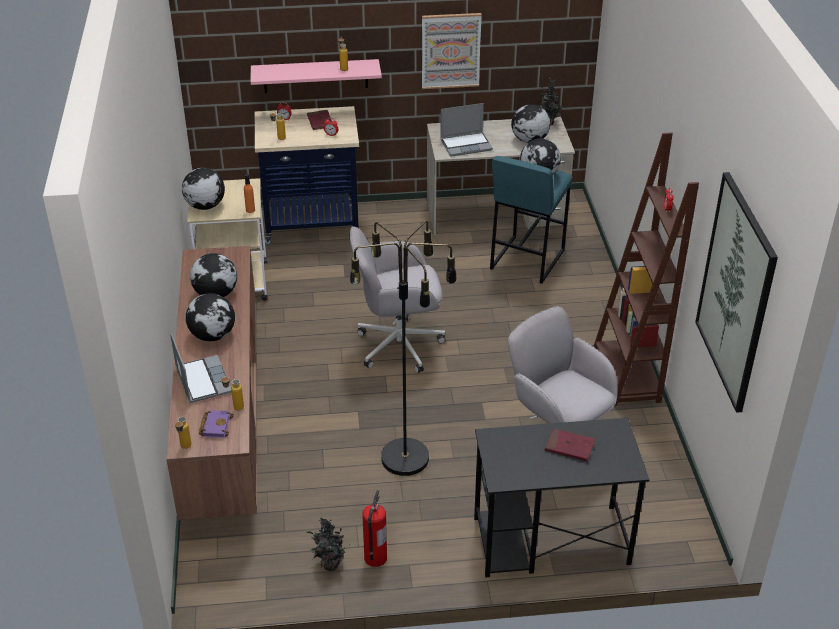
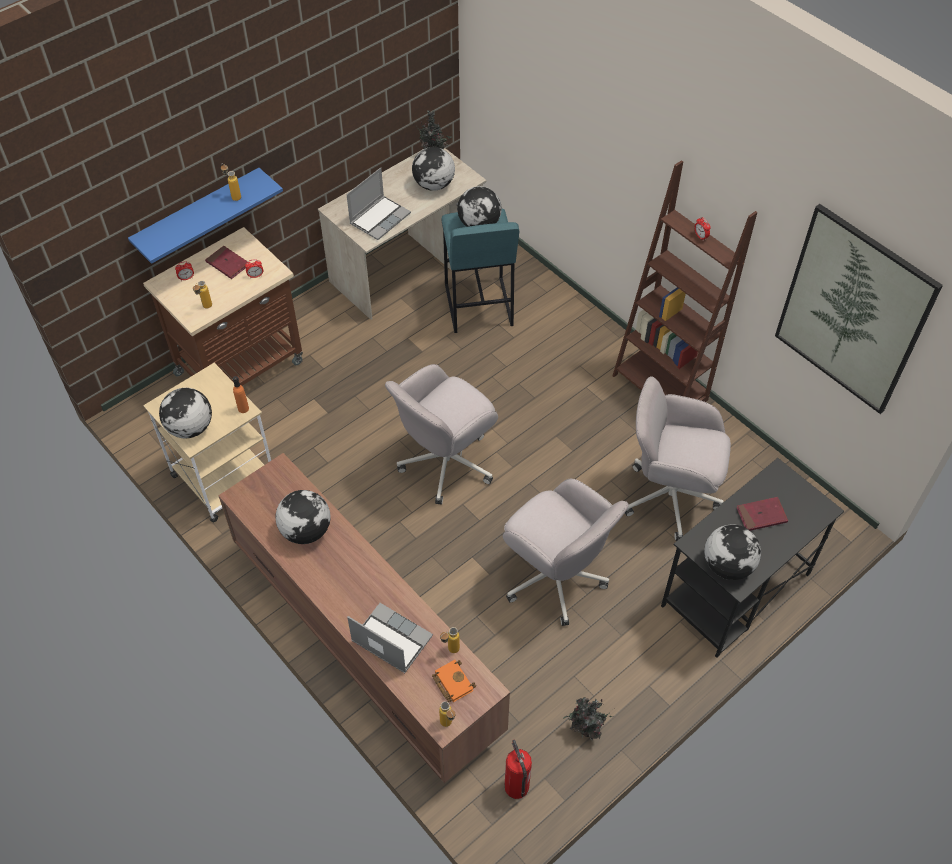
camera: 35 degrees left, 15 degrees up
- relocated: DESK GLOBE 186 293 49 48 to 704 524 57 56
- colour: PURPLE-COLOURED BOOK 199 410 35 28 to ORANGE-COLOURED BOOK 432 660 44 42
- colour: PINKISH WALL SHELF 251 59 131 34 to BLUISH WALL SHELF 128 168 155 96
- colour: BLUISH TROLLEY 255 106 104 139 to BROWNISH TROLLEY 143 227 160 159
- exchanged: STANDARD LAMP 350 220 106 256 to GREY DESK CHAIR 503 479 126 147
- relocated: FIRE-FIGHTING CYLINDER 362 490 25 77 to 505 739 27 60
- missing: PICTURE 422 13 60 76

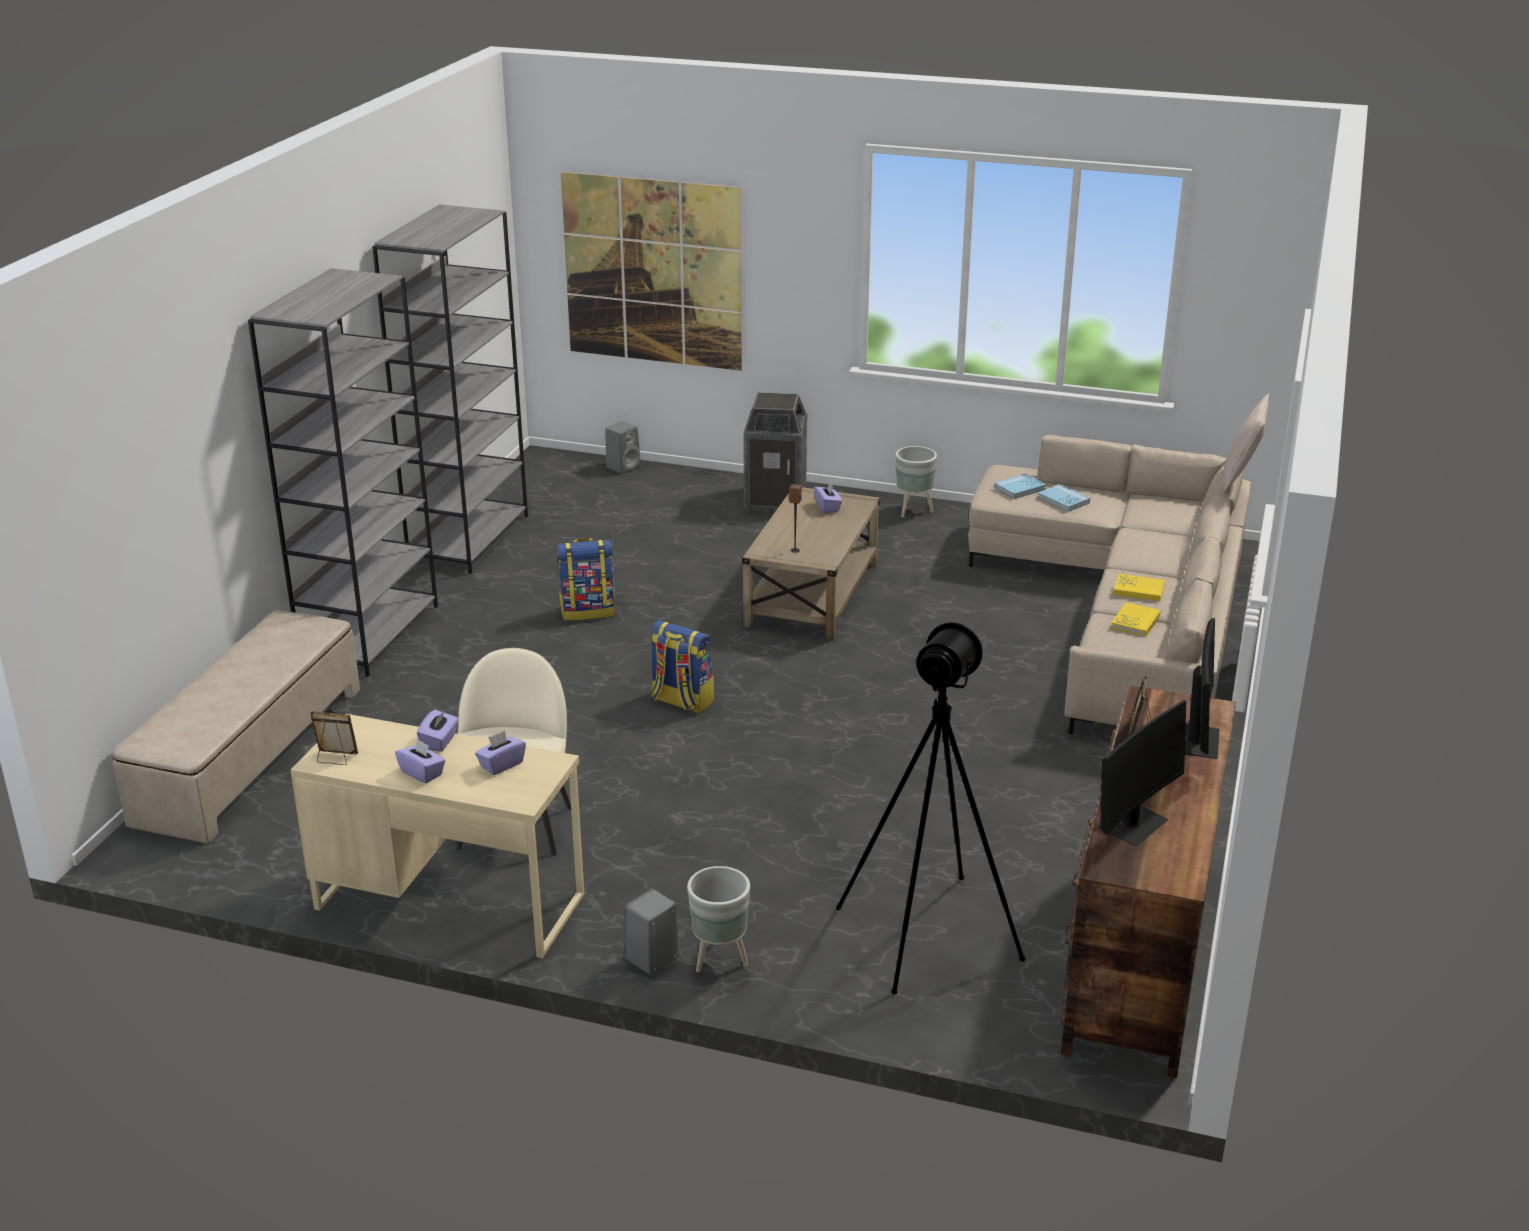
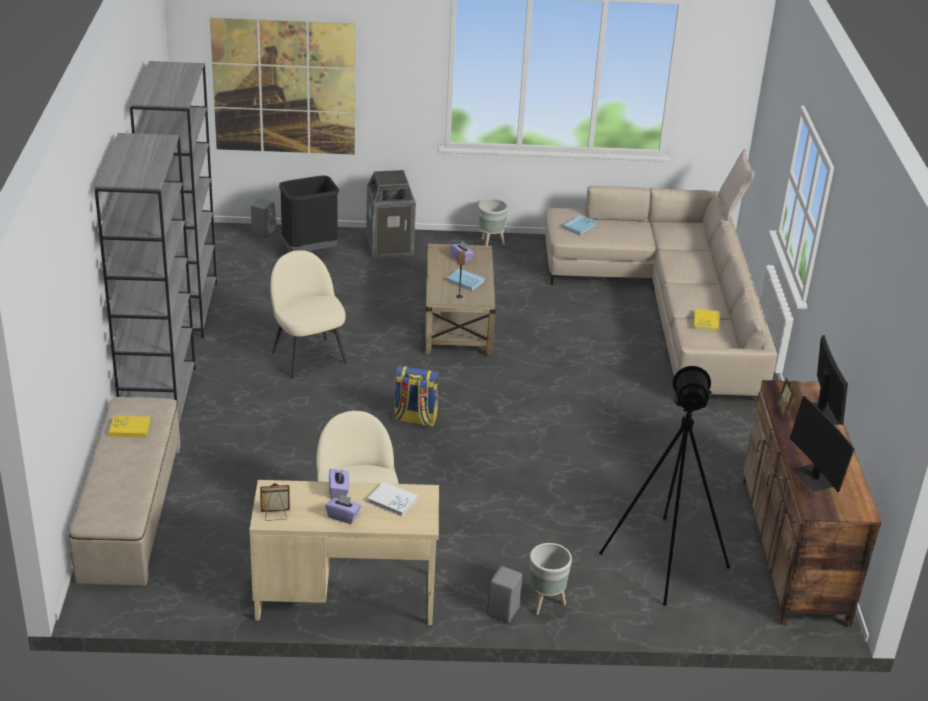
camera: 20 degrees left, 5 degrees up
- exchanged: PURPLE-COLOURED BOX OF TISSUES 475 731 51 44 to WHITE-COLOURED BOOK 367 482 51 35
- exchanged: BACKPACK 557 538 58 83 to SAND-COLOURED UPRIGHT CHAIR 270 250 77 129
- relocated: BLUISH BOOK 1037 484 53 28 to 446 268 39 23
- spun: MONITOR 1096 700 90 146 = 790 396 65 96 135 degrees clockwise
- relocated: YELLOW-COLOURED BOOK 1113 574 52 27 to 109 416 42 22
- appeared: BLACK RUBBISH BIN 279 176 60 76

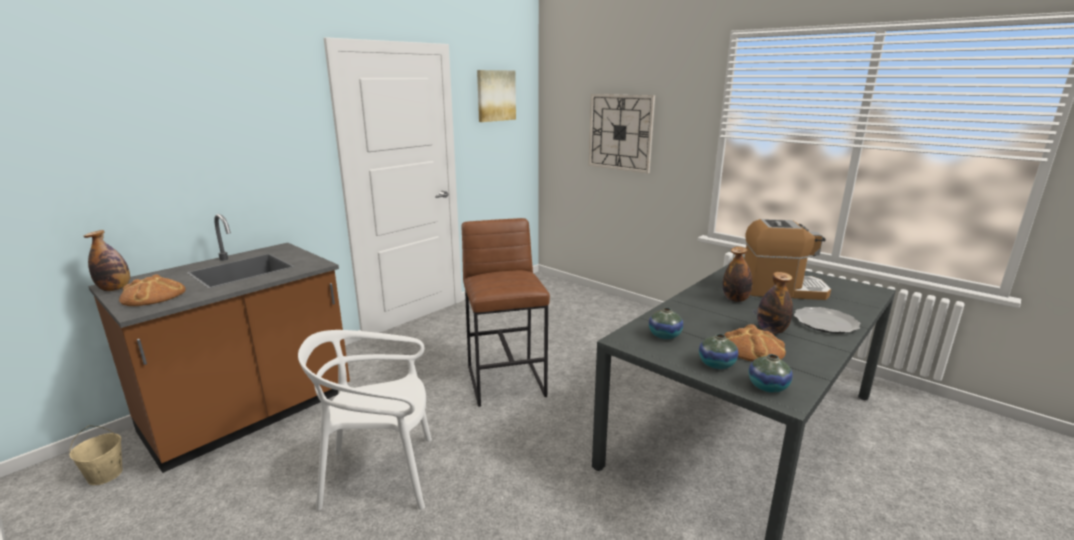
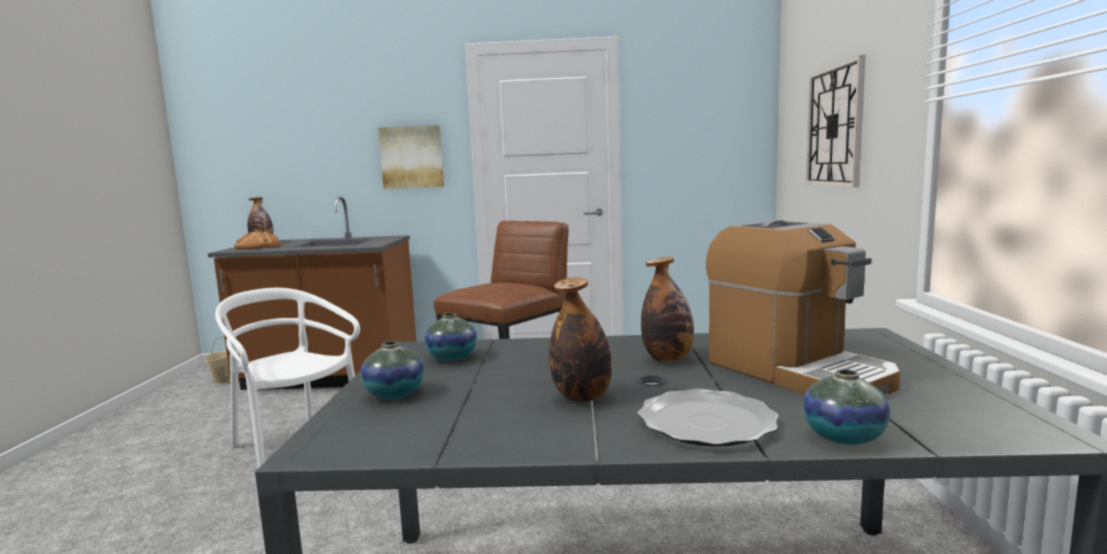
camera: 50 degrees right, 10 degrees down
- relocated: PICTURE 477 70 39 52 to 378 125 66 64
- missing: BAKERY BREAD 724 324 62 38
- relocated: FLOWER VASE 748 354 45 39 to 803 369 87 76

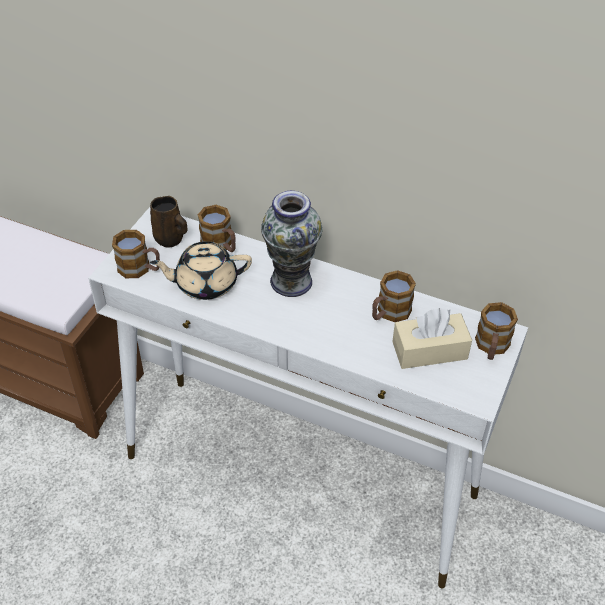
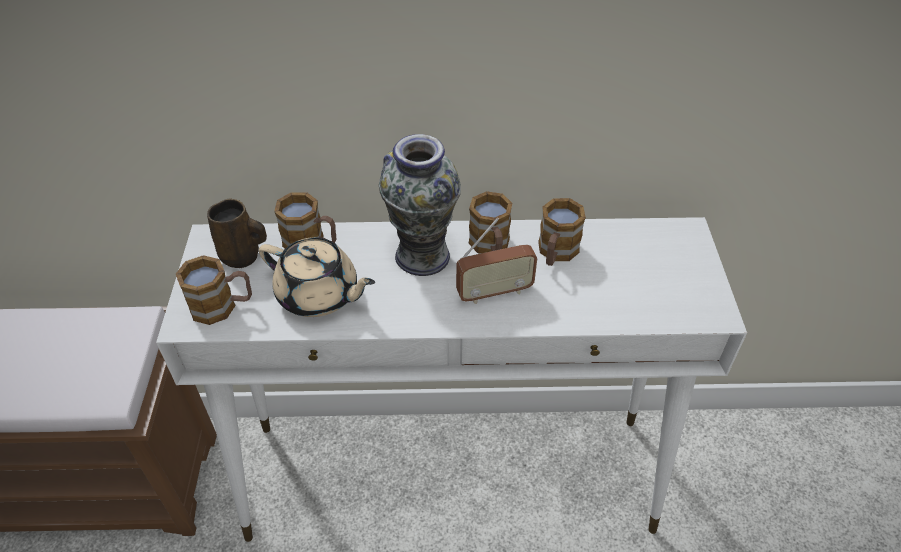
camera: 25 degrees left, 0 degrees up
- spun: SAND-COLOURED POT FOR TEA 150 241 102 59 = 259 237 116 80 120 degrees counterclockwise
- missing: SAND-COLOURED BOX OF TISSUES 392 308 80 61
- relocated: COFFEE MUG 475 302 43 58 to 468 191 44 63
- appeared: RADIO 456 217 81 87

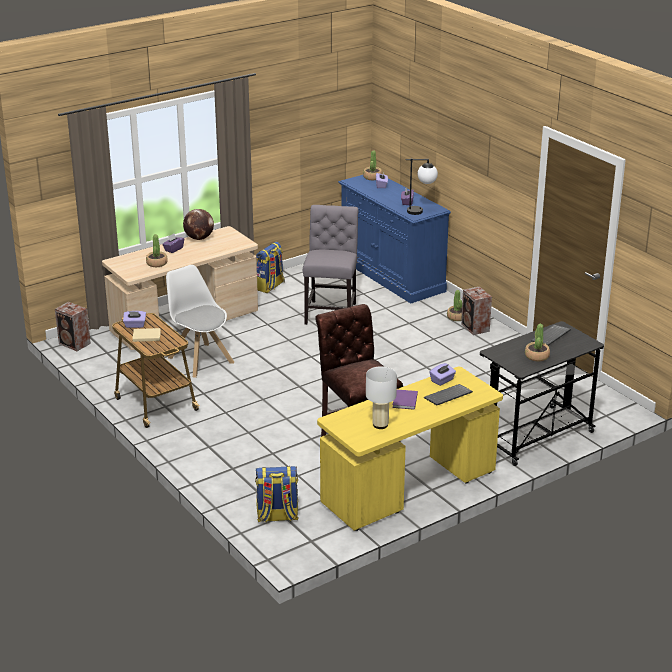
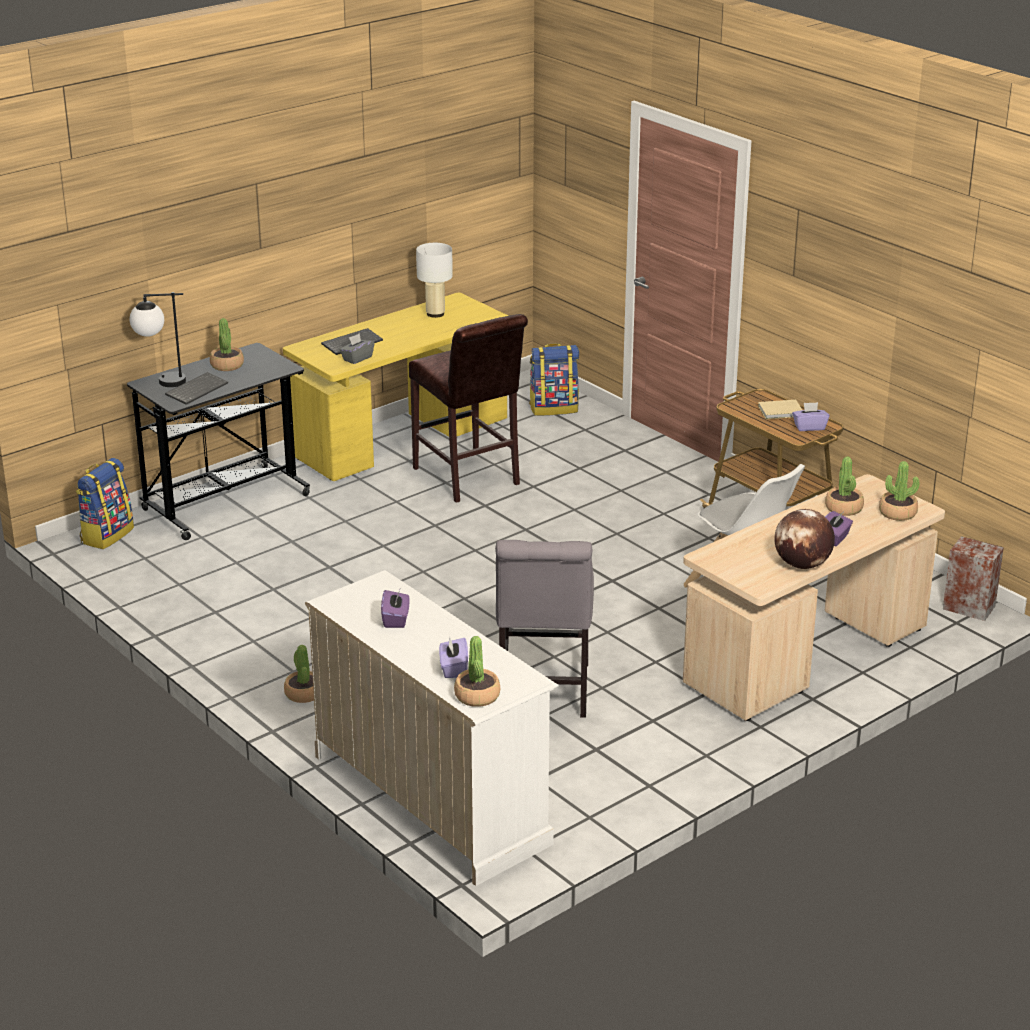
camera: 175 degrees right, 0 degrees up
- relocated: BACKPACK 256 242 29 51 to 76 458 58 91
- colour: BLUISH STORAGE CABINET 338 175 113 128 to WHITE-COLOURED STORAGE CABINET 305 570 254 316
- missing: PURPLE-COLOURED BOOK 393 390 25 20
- relocated: TABLE LAMP 406 158 32 57 to 130 292 56 95
- colour: PURPLE-COLOURED BOX OF TISSUES 430 363 26 23 to GREY BOX OF TISSUES 340 333 34 31
- missing: AUDIO SPEAKER 461 286 31 49
- appeared: HOUSEPLANT 879 461 41 60

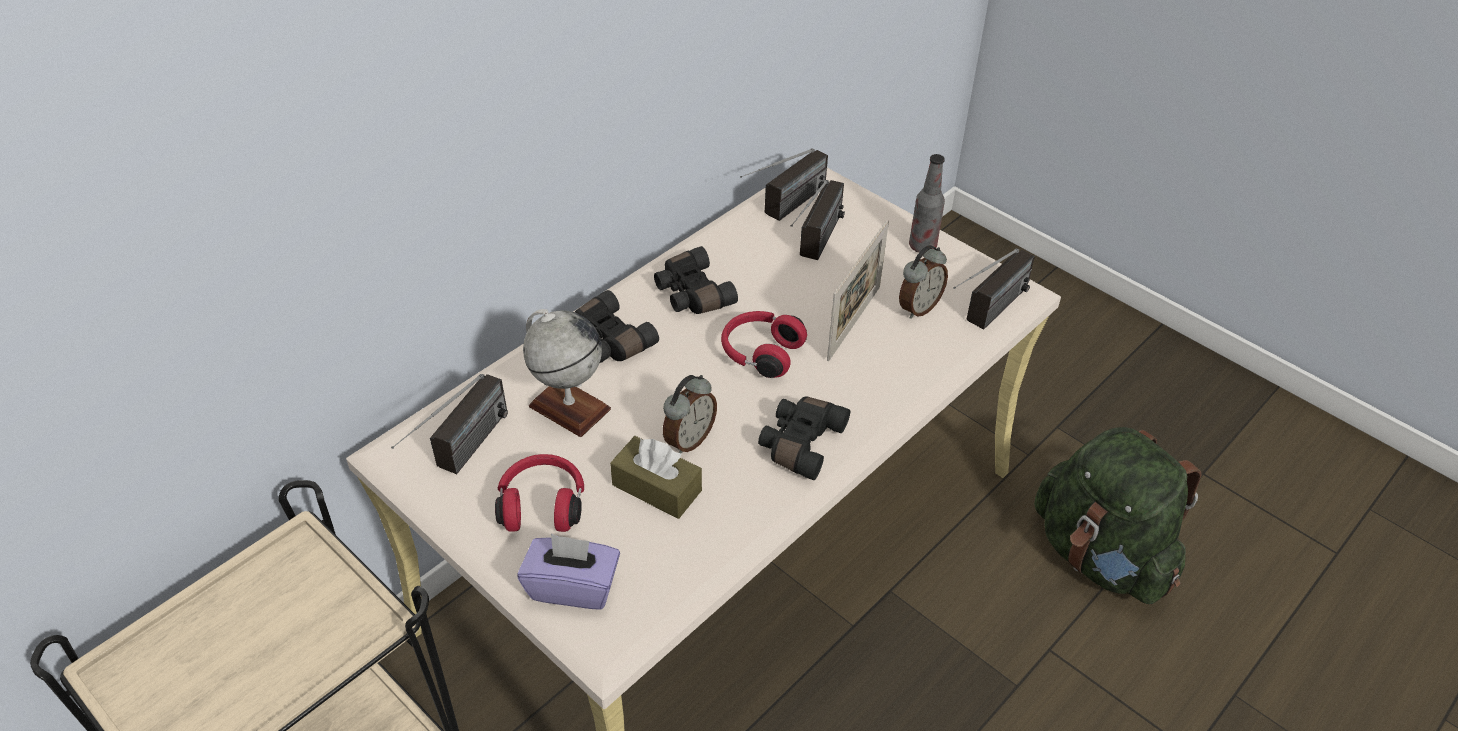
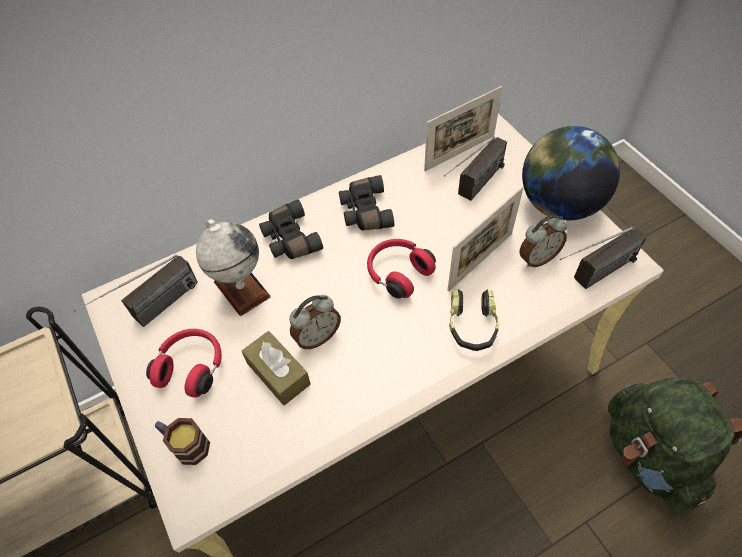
camera: 20 degrees right, 10 degrees up
- exchanged: PURPLE-COLOURED BOX OF TISSUES 517 534 103 76 to COFFEE MUG 155 418 55 47
- exchanged: RADIO 740 149 88 72 to PHOTO FRAME 424 86 79 85
- missing: BLACK PAIR OF BINOCULARS 758 396 92 84
- exchanged: BEVERAGE BOTTLE 909 154 36 99 to DESK GLOBE 522 126 98 94
- appeared: PAIR OF HEADPHONES 449 289 51 62

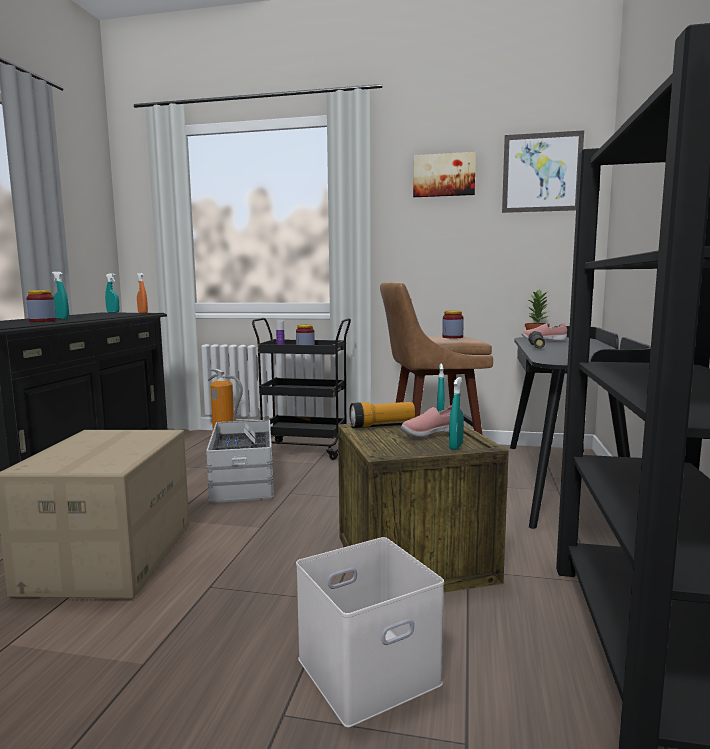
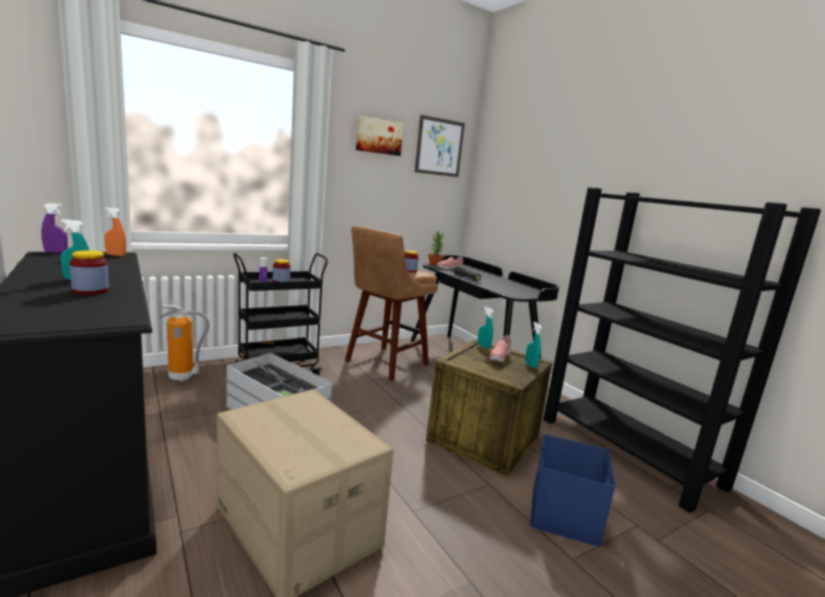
camera: 45 degrees left, 5 degrees up
- colour: TURQUOISE-COLOURED SPRAY BOTTLE 105 273 14 40 to PURPLE-COLOURED SPRAY BOTTLE 41 203 27 50
- colour: WHITE-COLOURED STORAGE BIN 296 537 148 191 to BLUISH STORAGE BIN 530 434 86 113
- missing: FLASHLIGHT 349 402 66 26

